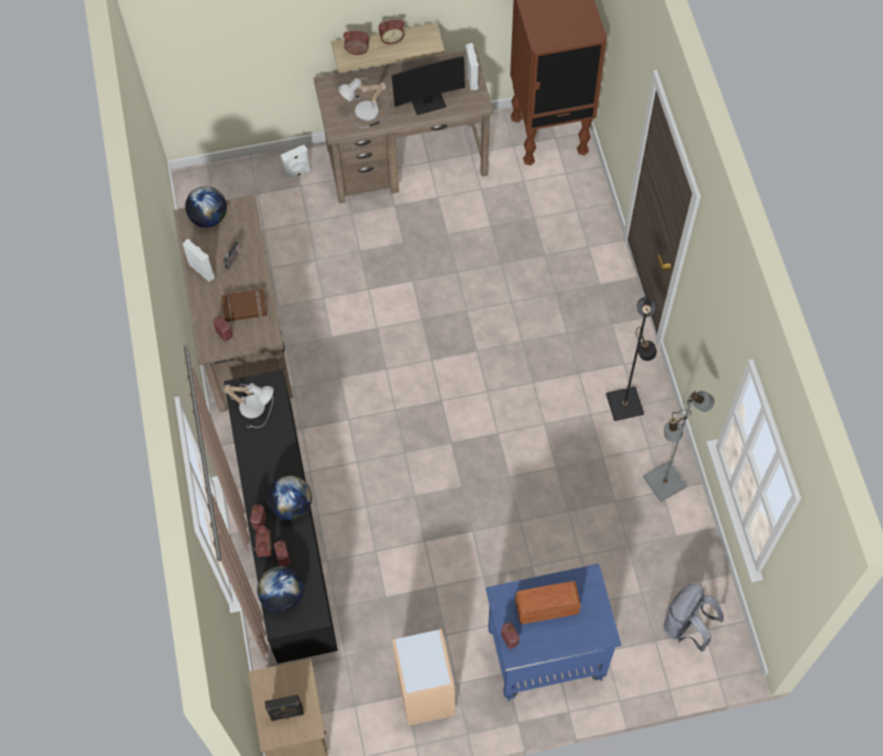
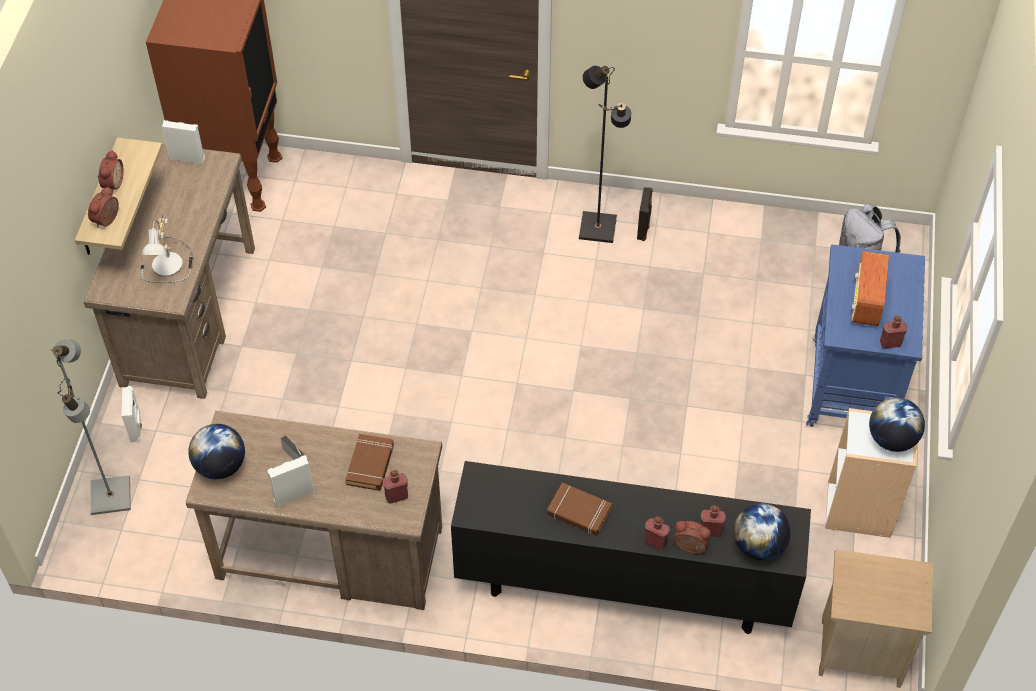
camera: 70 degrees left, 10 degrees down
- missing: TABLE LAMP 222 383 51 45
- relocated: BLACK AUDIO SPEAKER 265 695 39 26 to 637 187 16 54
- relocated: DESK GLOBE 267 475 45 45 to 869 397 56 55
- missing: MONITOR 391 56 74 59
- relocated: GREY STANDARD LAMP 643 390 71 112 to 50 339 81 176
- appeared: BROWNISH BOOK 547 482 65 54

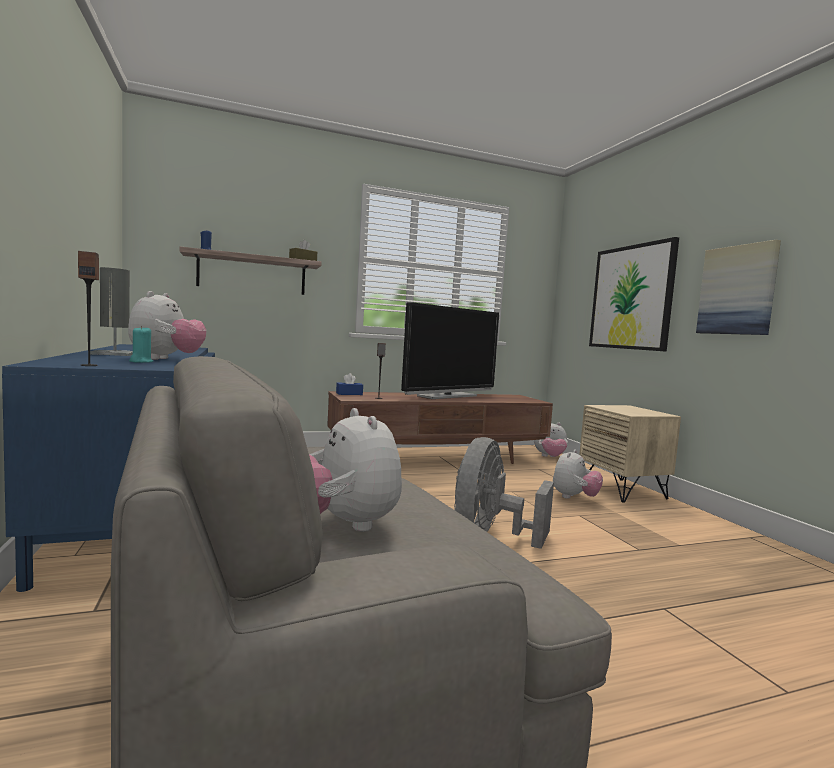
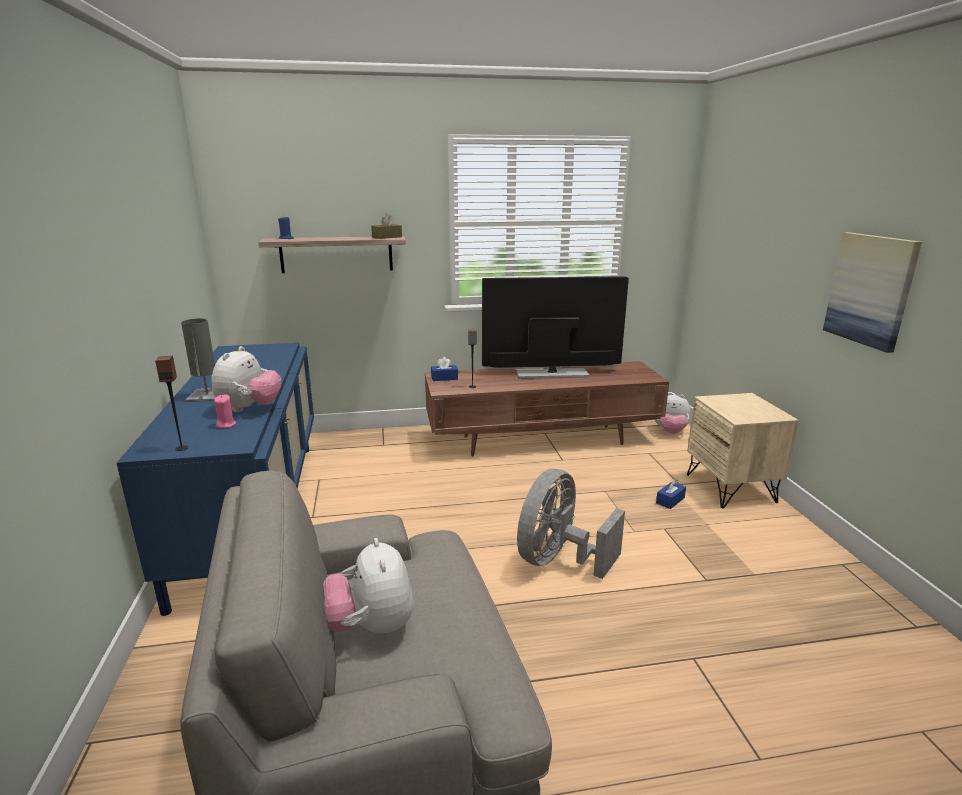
camera: 10 degrees right, 15 degrees up
- colour: TURQUOISE-COLOURED WAX LIGHT 129 326 24 37 to PINKISH WAX LIGHT 214 395 22 33
- spun: TELEVISION 401 302 98 97 = 482 276 147 103 150 degrees counterclockwise
- exchanged: CUDDLY TOY 553 449 50 50 to BLUISH BOX OF TISSUES 656 478 30 31
- missing: PICTURE 589 237 90 115

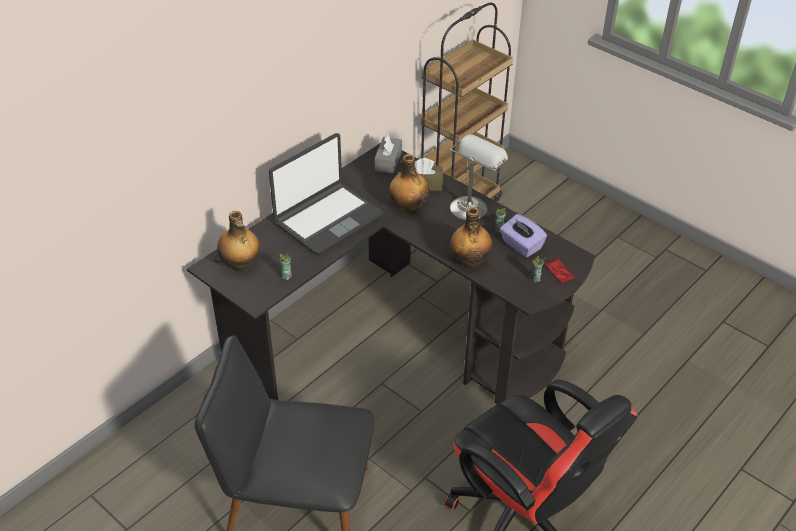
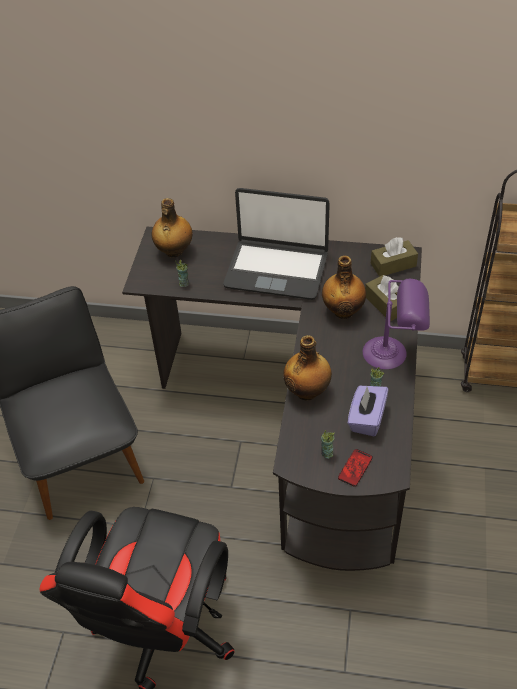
camera: 60 degrees right, 5 degrees up
- colour: GREY BOX OF TISSUES 375 135 27 39 to BROWNISH BOX OF TISSUES 371 237 47 40
- colour: WHITE-COLOURED TABLE LAMP 450 134 58 86 to PURPLE-COLOURED TABLE LAMP 363 279 67 90

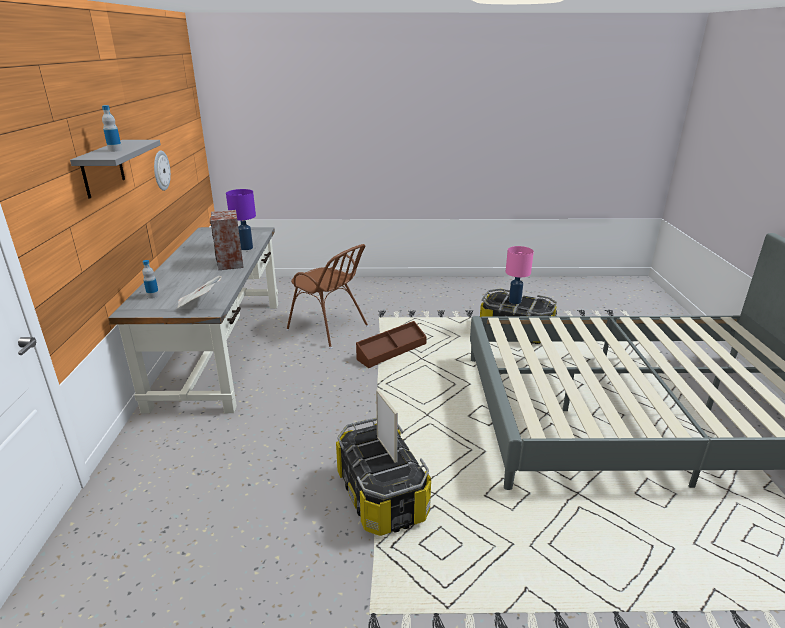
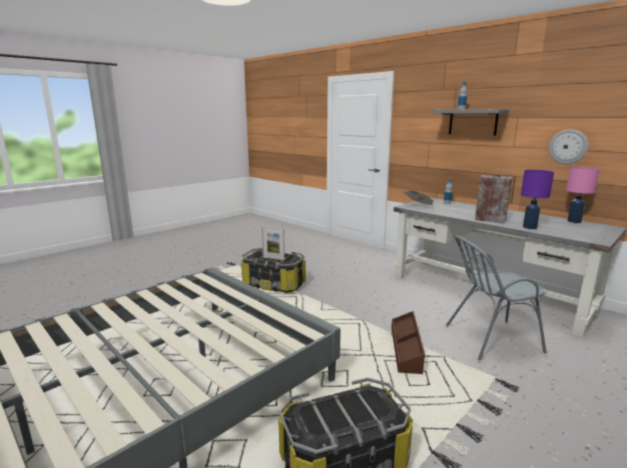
camera: 135 degrees right, 10 degrees down
- colour: BROWNISH UPRIGHT CHAIR 286 244 83 105 to GREY UPRIGHT CHAIR 445 235 102 128
- relocated: PINKISH TABLE LAMP 506 246 28 58 to 566 167 34 56

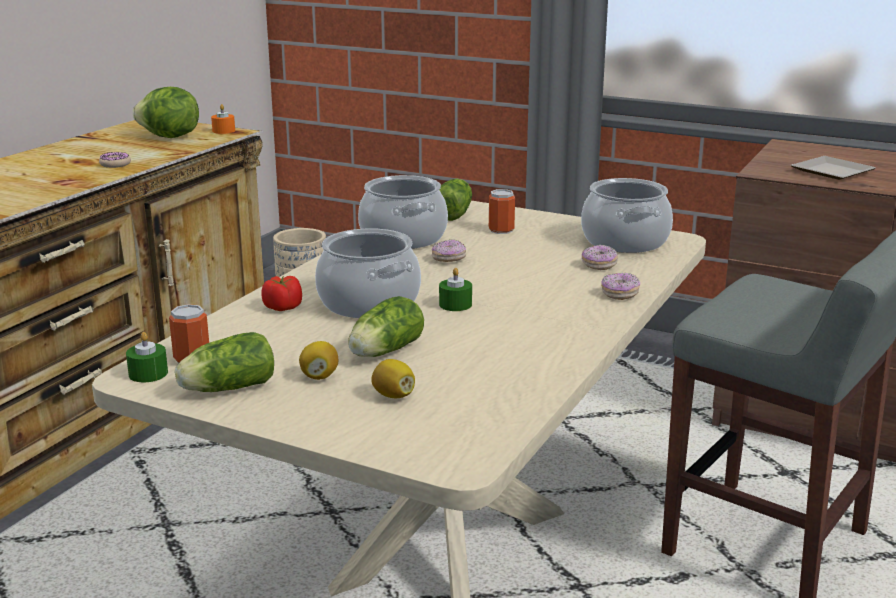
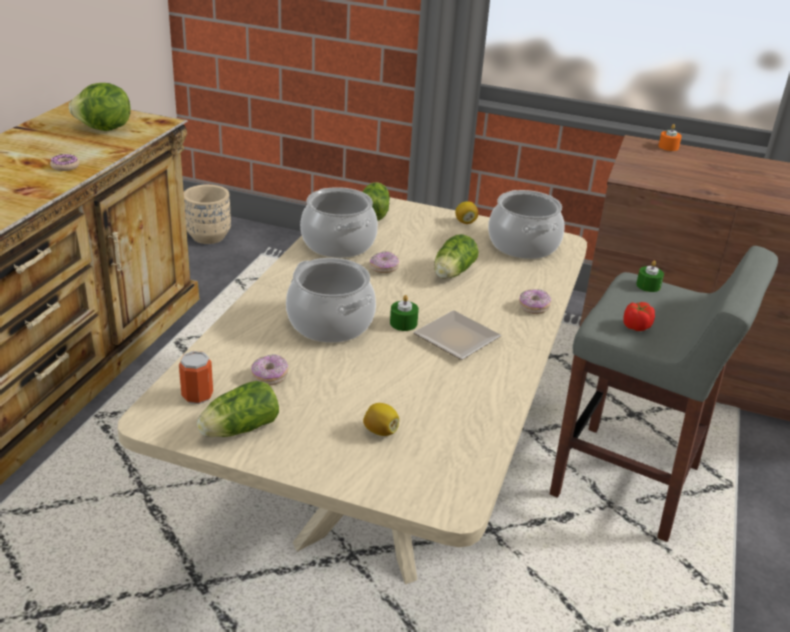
camera: 10 degrees left, 10 degrees up
- relocated: GREEN WAX LIGHT 126 332 42 50 to 636 260 28 32
- relocated: ORANGE-COLOURED WAX LIGHT 211 104 24 30 to 658 124 24 27
- relocated: FRESH TOMATO 262 276 40 35 to 623 302 32 29
- relocated: WHOLE LEMON 299 341 39 39 to 455 201 23 23
- relocated: LETTUCE HEAD 348 296 76 61 to 434 234 45 45
- missing: SEALED CAN 489 189 26 45
- relocated: RING DOUGHNUT 582 245 36 25 to 251 354 37 32
- relocated: FLAT DISH 791 156 85 24 to 413 310 88 50

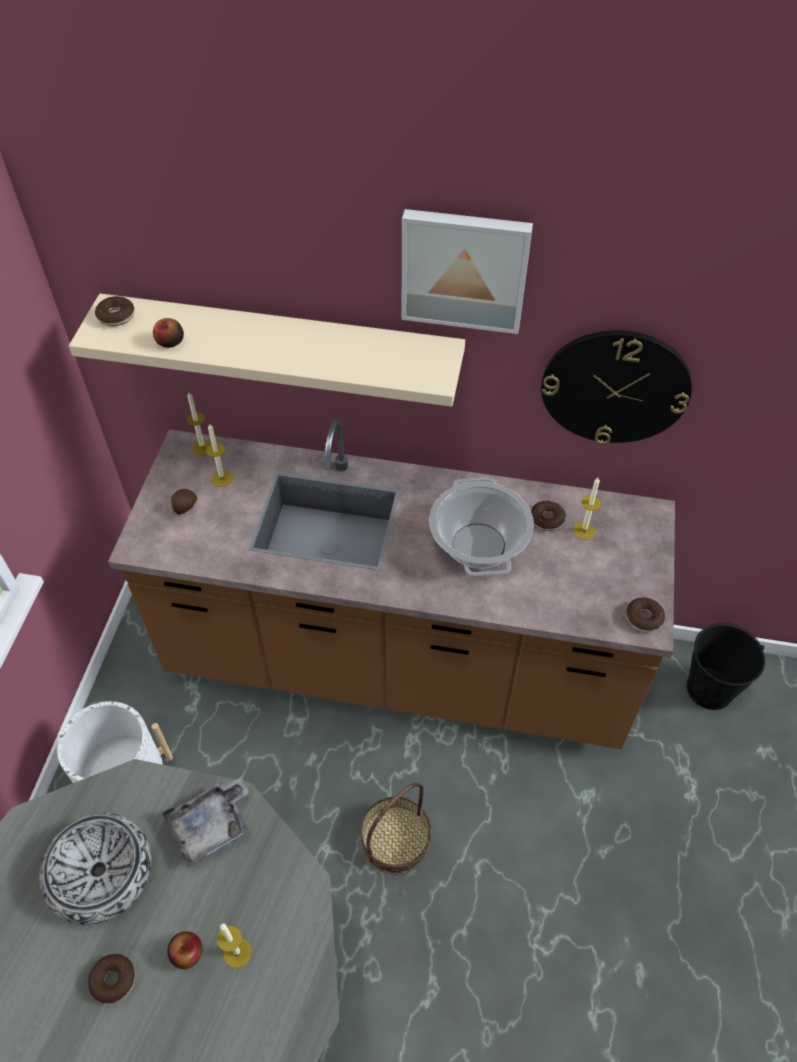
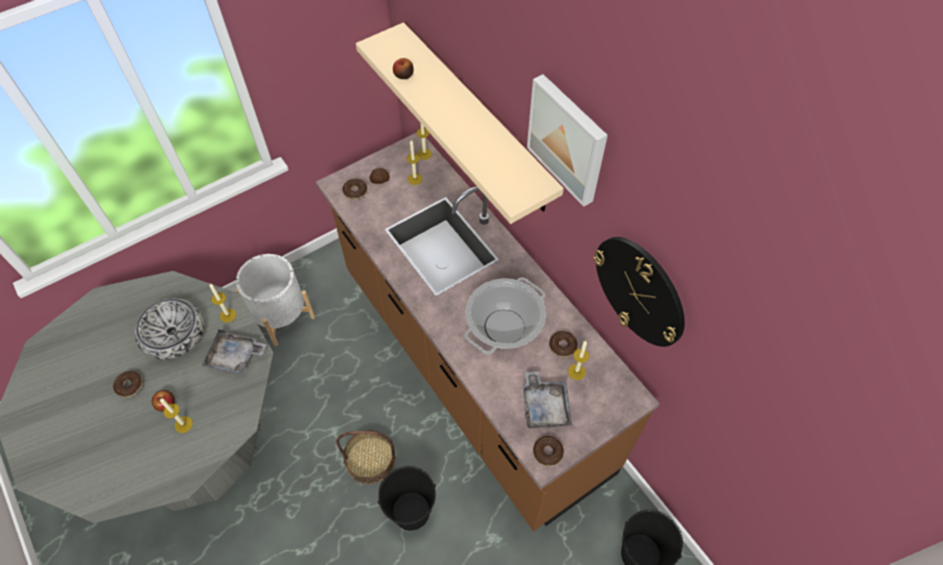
camera: 45 degrees right, 5 degrees up
- relocated: RING DOUGHNUT 95 296 40 30 to 342 179 25 21
- appeared: WAX LIGHT 209 284 27 39
- appeared: BLACK WATER BUCKET 378 466 58 64
- appeared: GREY CARRYING TRAY 522 371 50 57

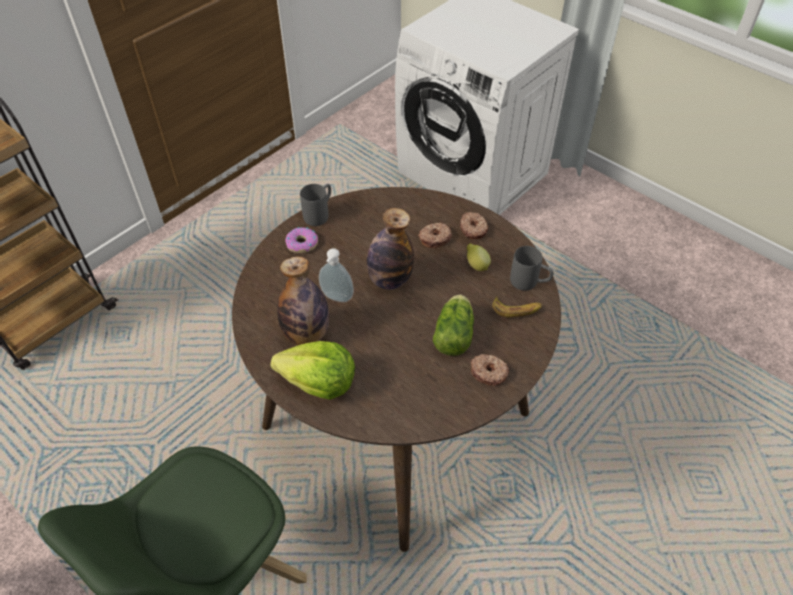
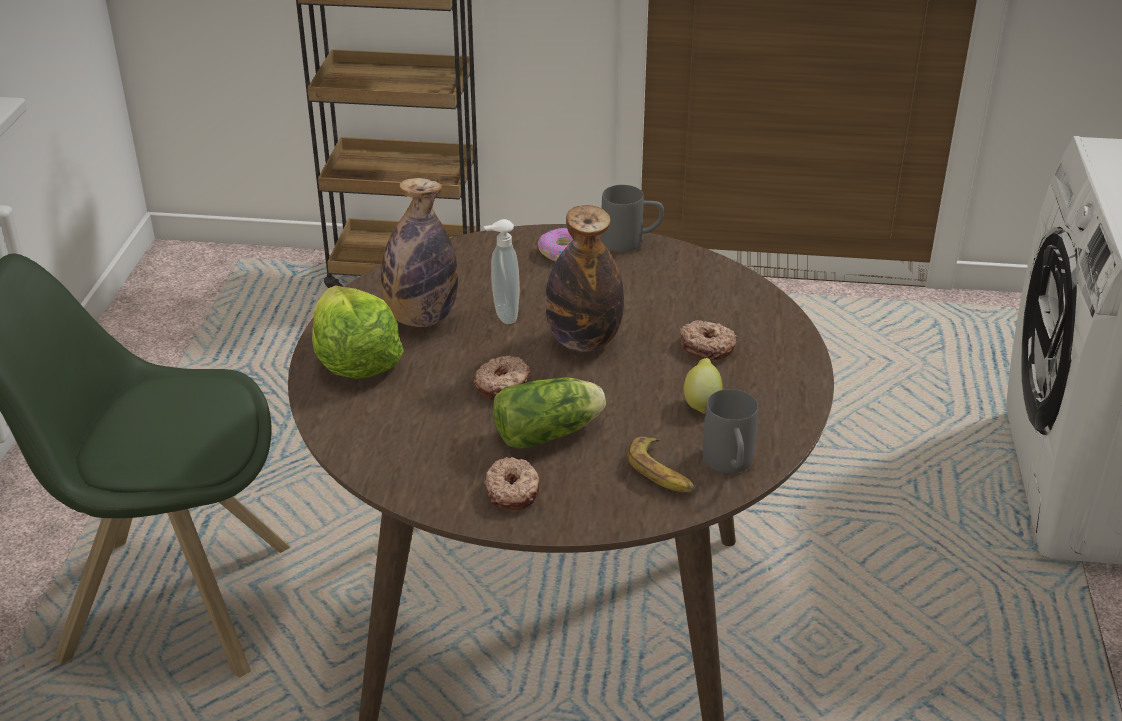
camera: 55 degrees right, 15 degrees down
- relocated: RING DOUGHNUT 460 212 28 27 to 474 356 57 43

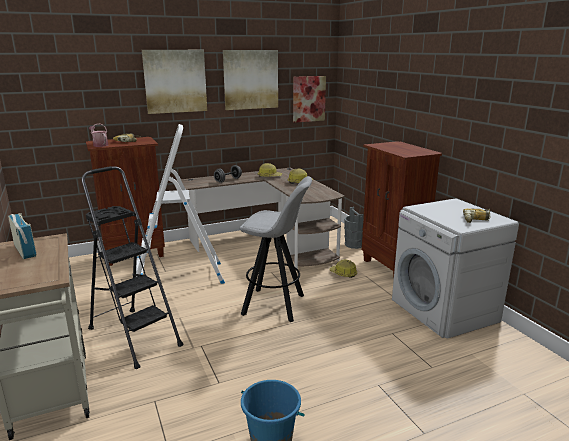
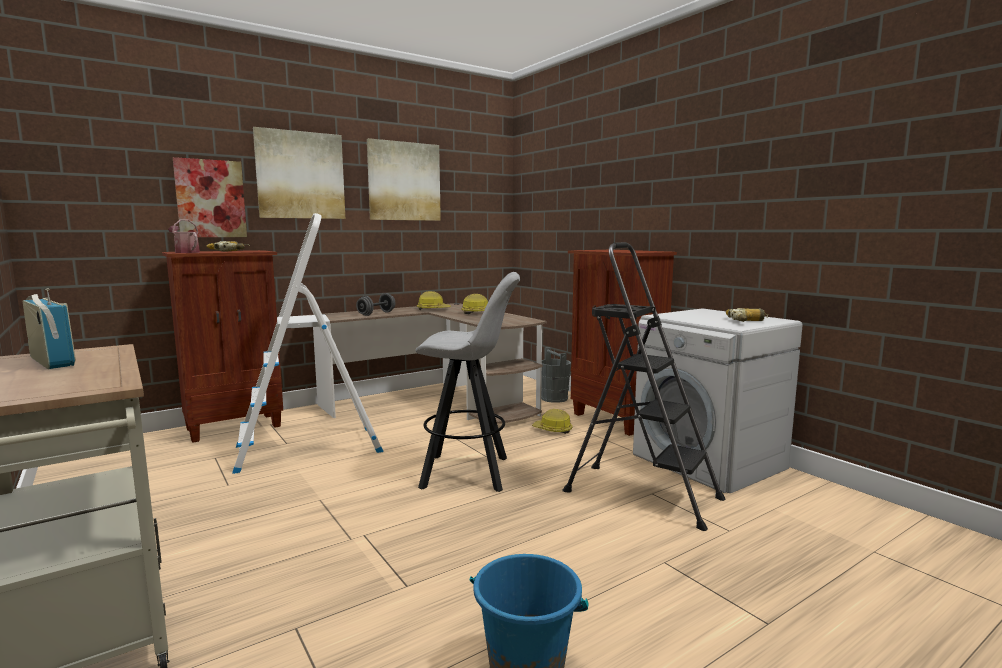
camera: 10 degrees left, 10 degrees down
- relocated: STEP LADDER 82 166 102 203 to 562 242 164 289
- relocated: PICTURE 293 76 33 47 to 173 157 74 80

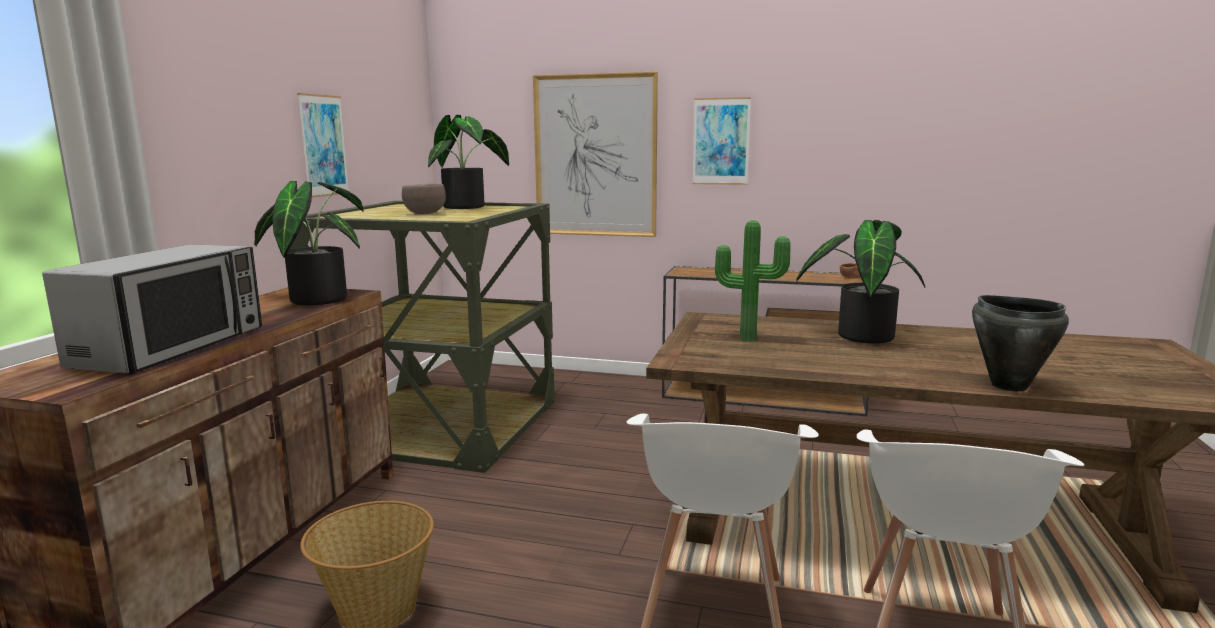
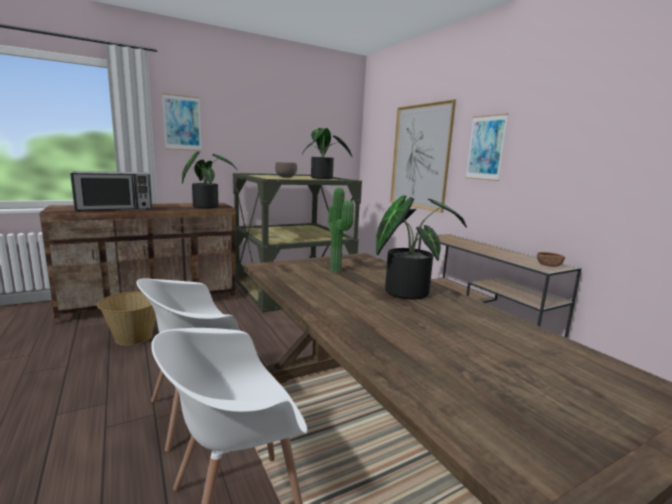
camera: 45 degrees right, 0 degrees up
- relocated: PICTURE 297 93 53 105 to 162 93 40 58
- missing: BLACK SAUCEPOT 972 295 97 96

